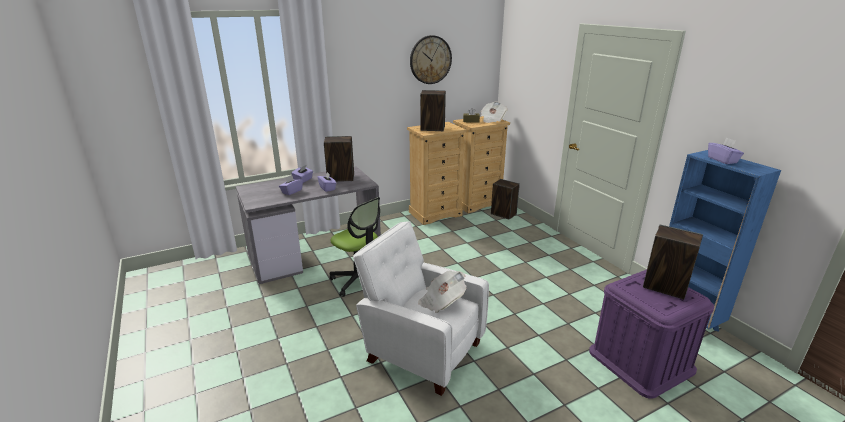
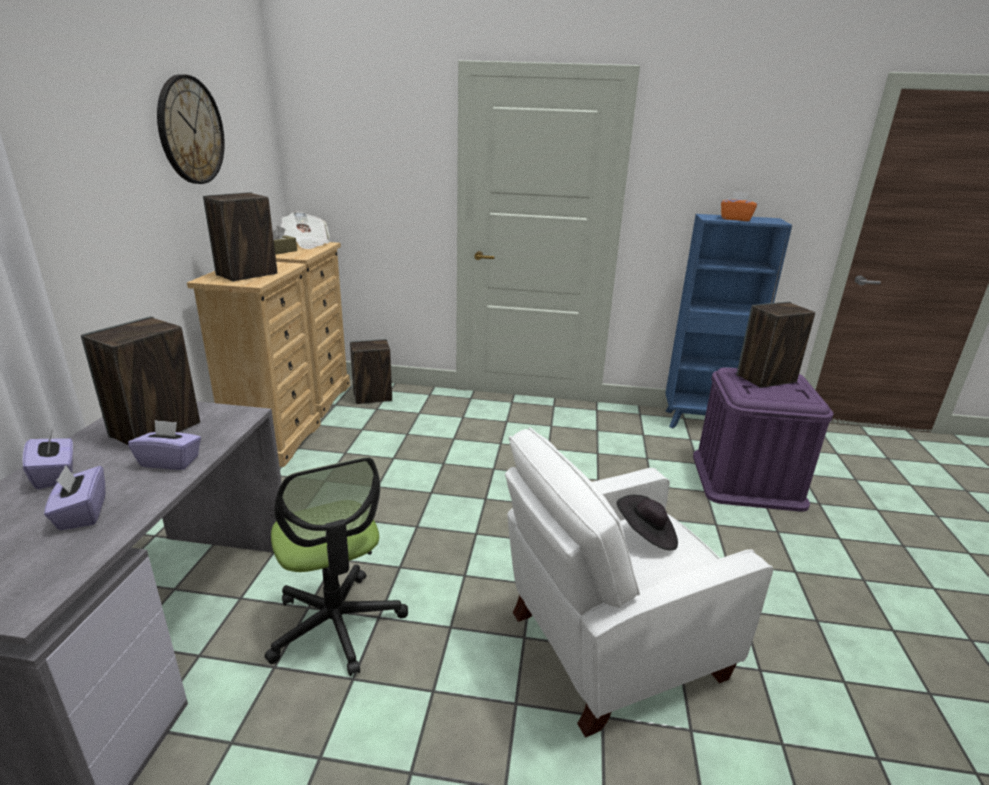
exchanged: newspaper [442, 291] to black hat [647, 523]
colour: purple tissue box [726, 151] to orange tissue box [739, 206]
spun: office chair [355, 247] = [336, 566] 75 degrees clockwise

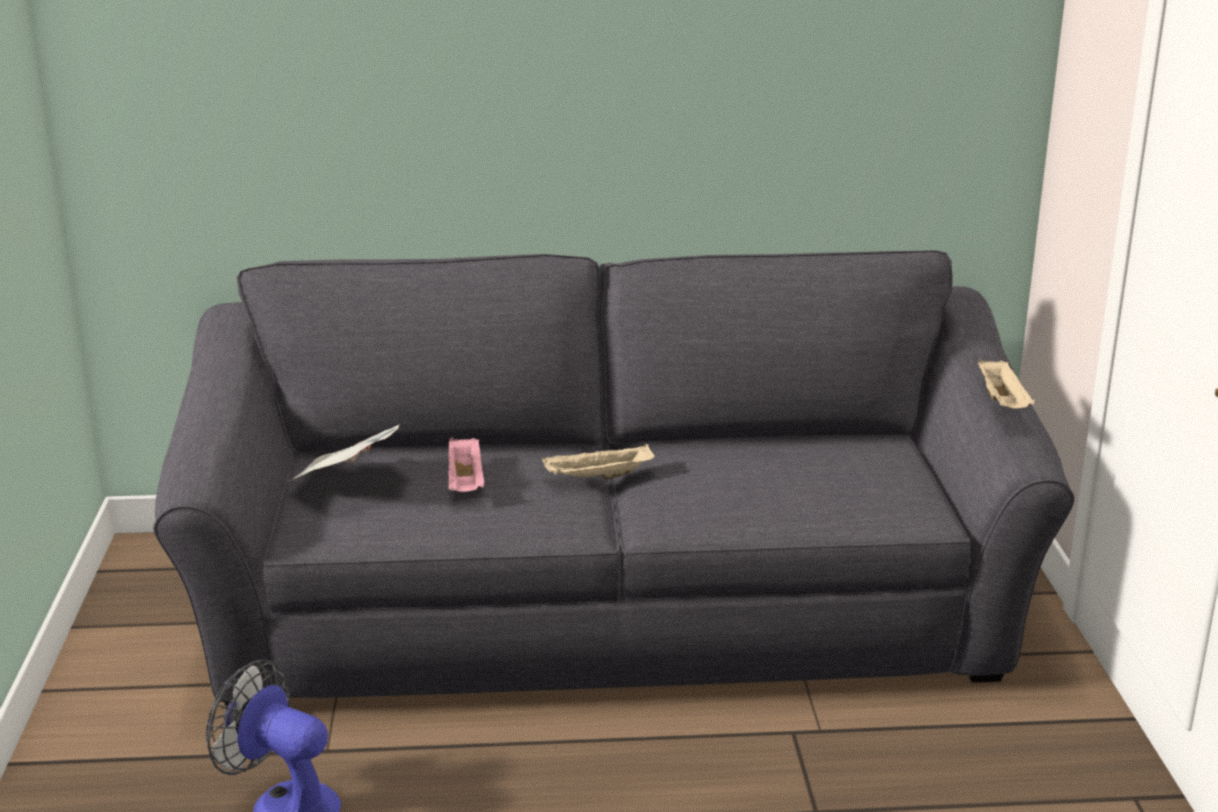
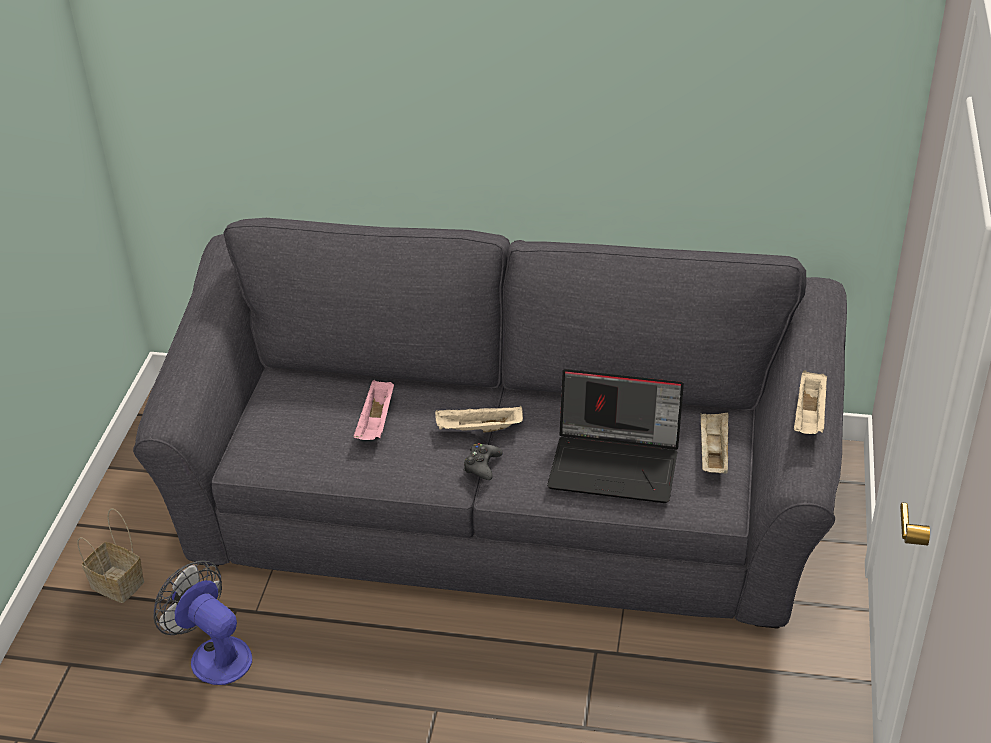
missing: newspaper [345, 452]
appeared: basket [110, 556]; black game controller [483, 461]; laptop [615, 436]; beige tray [714, 443]

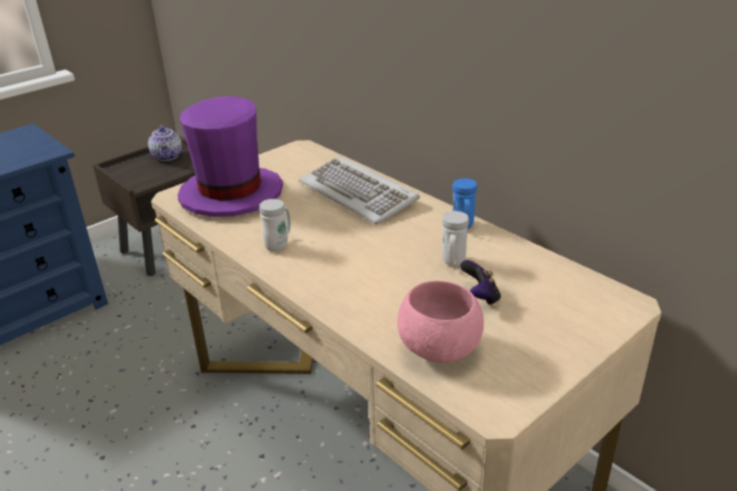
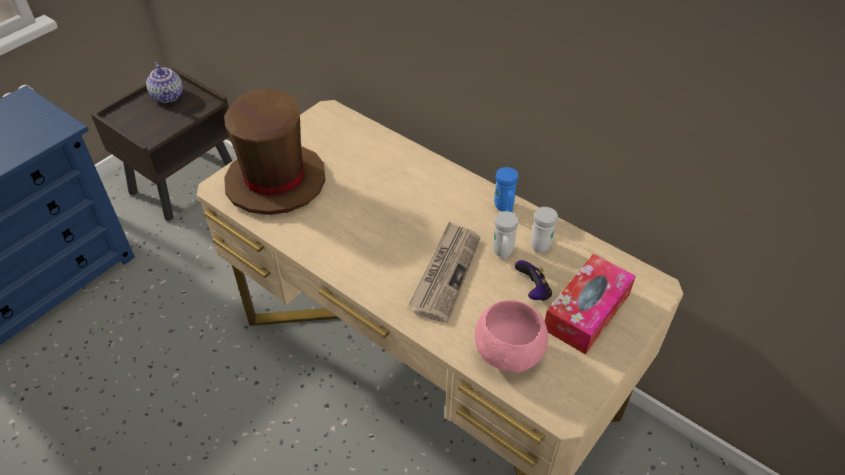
missing: keyboard [359, 190]
appeared: newspaper [444, 272]; tissue box [590, 304]
relocated: white mug [275, 225] to [544, 230]
colour: purple hat [230, 156] to brown hat [274, 151]

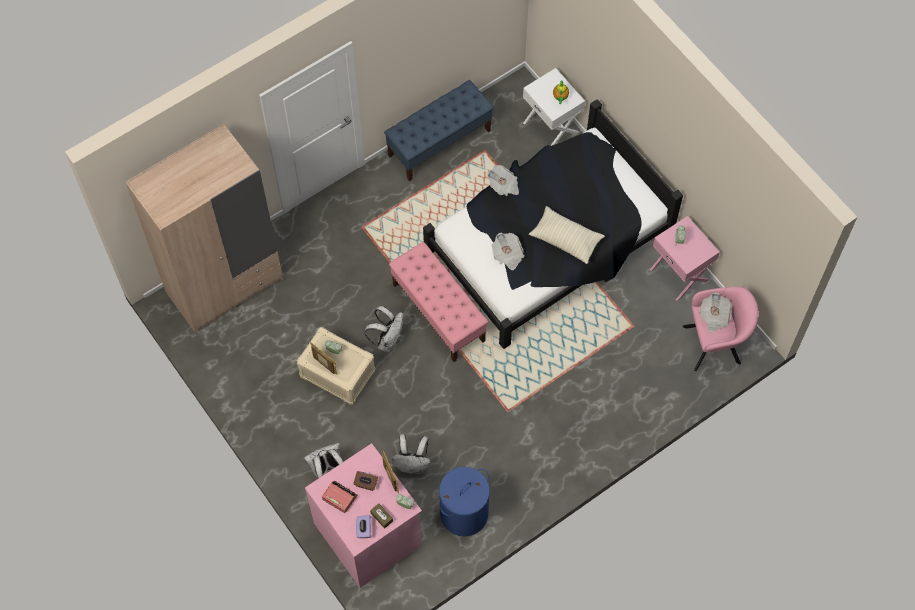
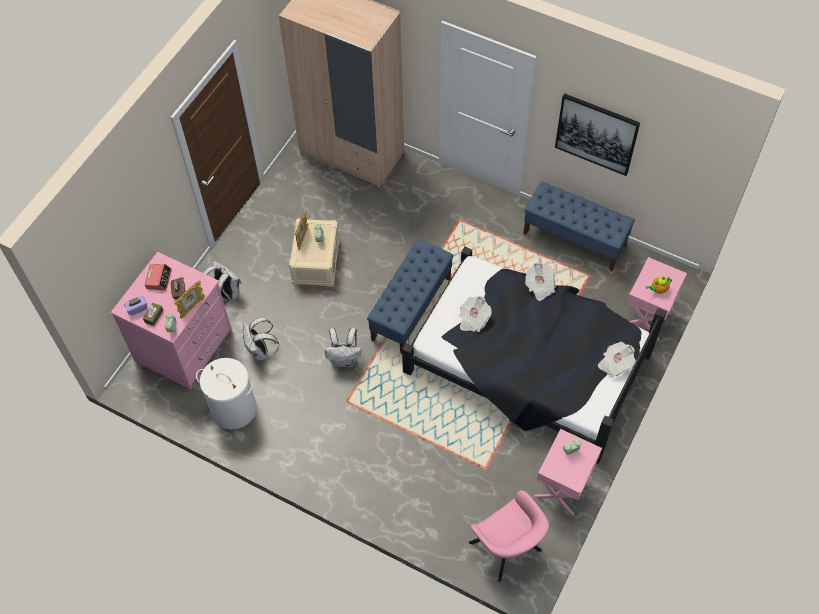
missing: beige pillow [567, 235]
appeared: picture [597, 134]
relocated: white backpack [383, 329] to [343, 347]; newspaper [715, 312] to [616, 360]
colour: blue laundry basket [464, 502] to white laundry basket [226, 393]; pink bench [438, 302] to blue bench [410, 296]; white nightstand [554, 107] to pink nightstand [657, 298]

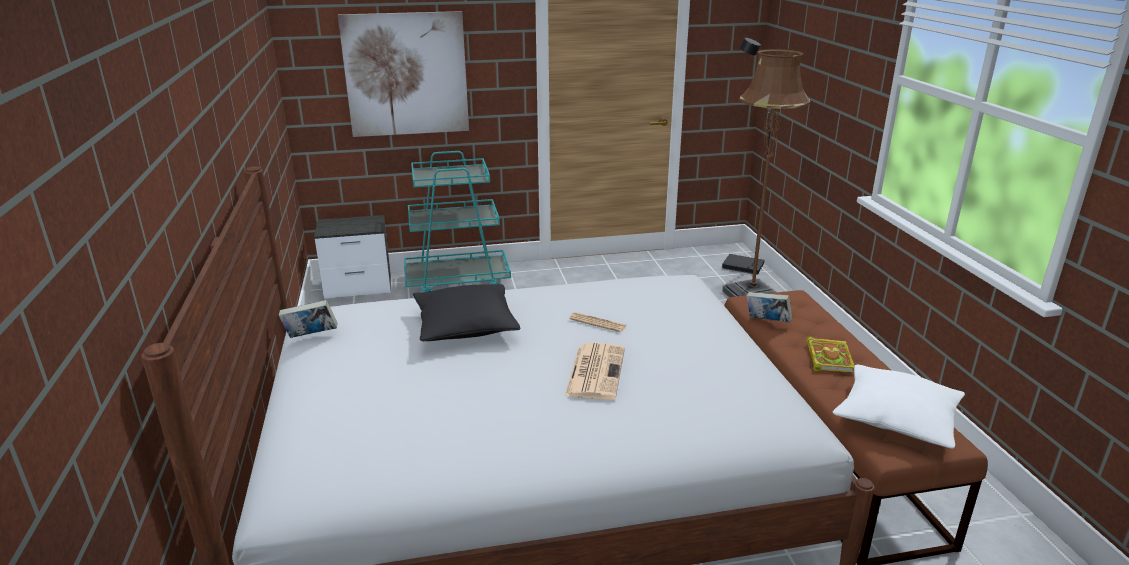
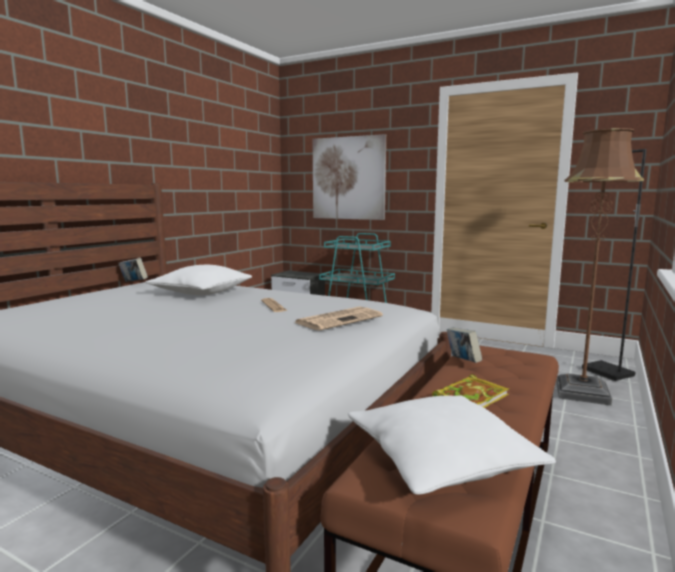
relocated: newspaper [595, 371] to [338, 319]
colour: black pillow [466, 312] to white pillow [198, 280]

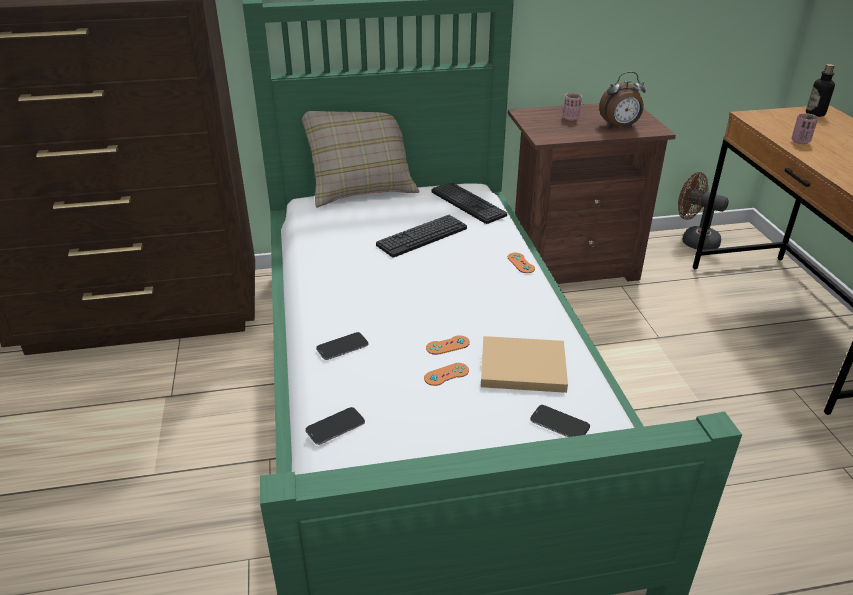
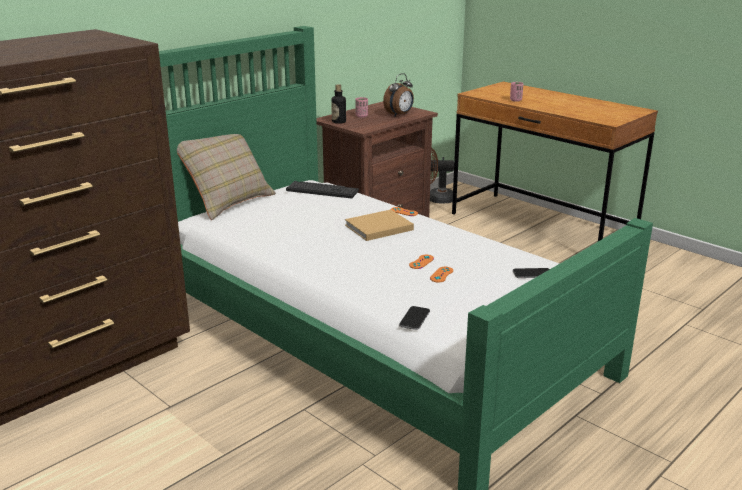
missing: phone [342, 346]; keyboard [421, 236]
relocated: bottle [820, 90] to [338, 104]; beige book [524, 364] to [379, 225]

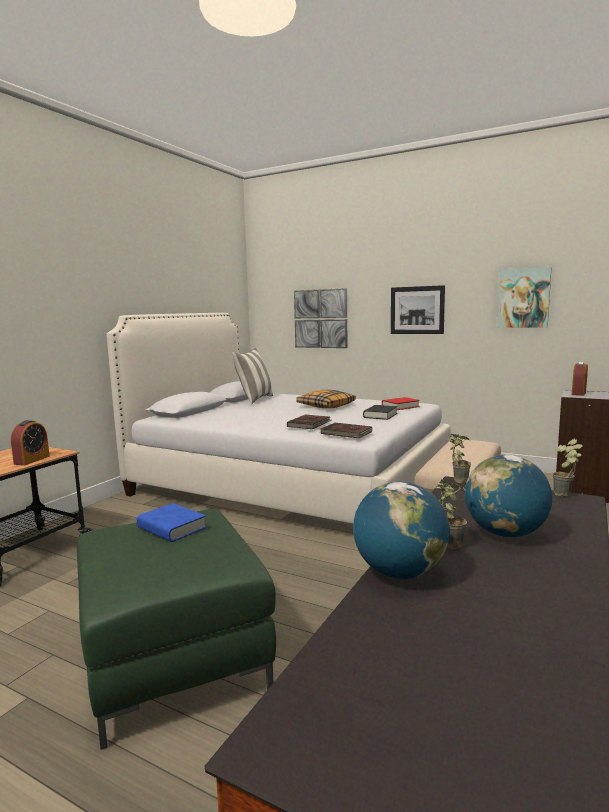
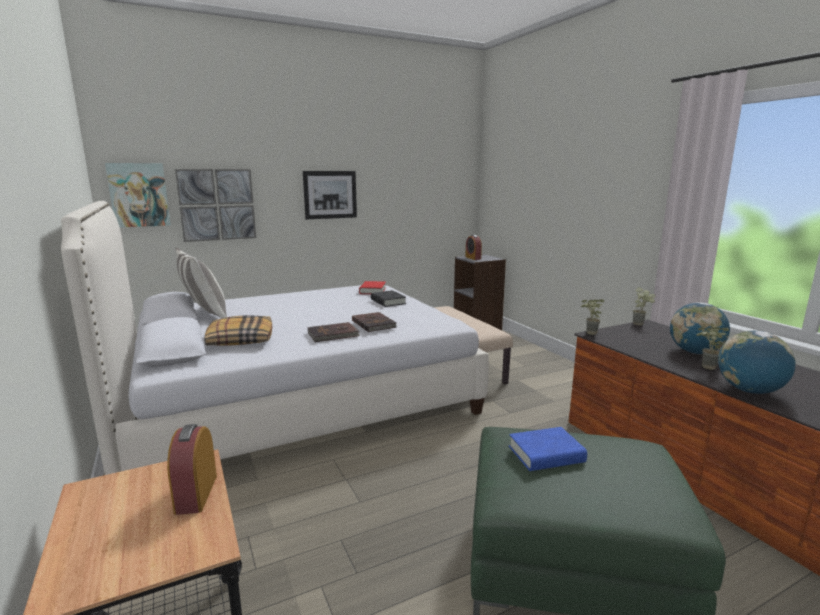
relocated: picture [524, 297] to [138, 195]; pillow [326, 399] to [238, 330]; brown book [346, 430] to [334, 332]
spun: alarm clock [30, 443] = [192, 469] 150 degrees counterclockwise

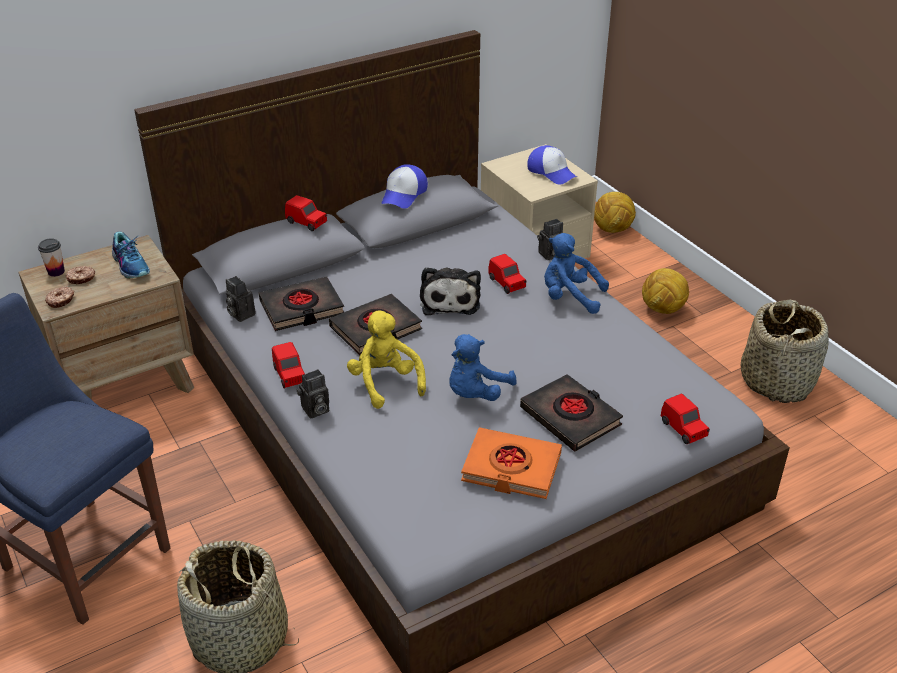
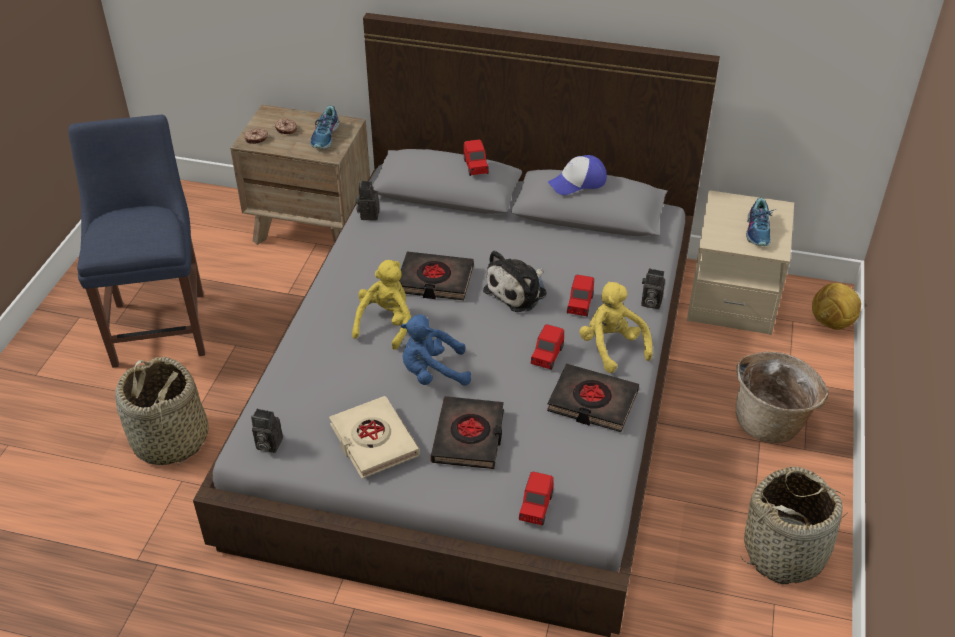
missing: cup [51, 257]
relocated: photo camera [313, 394] to [267, 431]; red toy car [288, 365] to [547, 347]; black book [301, 304] to [593, 398]
exchanged: football [665, 291] to basket [782, 397]; cap [552, 165] to shoe [761, 222]
colour: orange book [511, 463] to beige book [374, 437]; blue plush toy [576, 273] to yellow plush toy [616, 327]

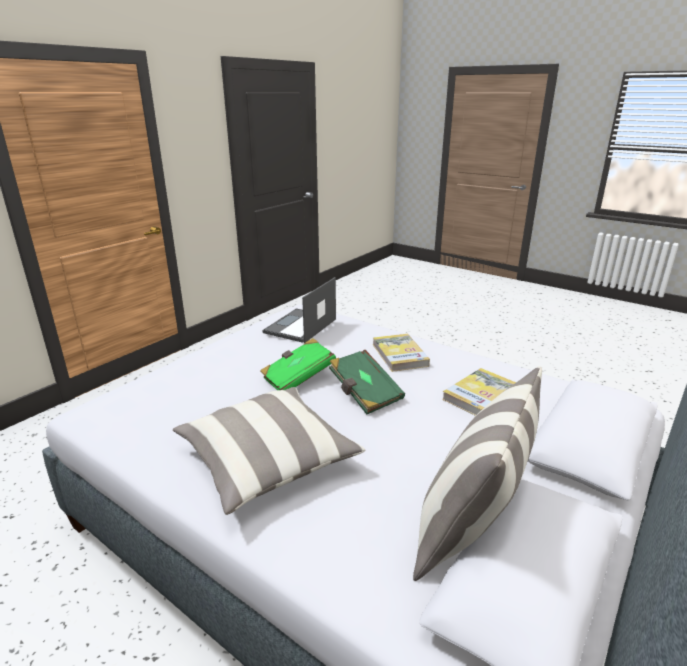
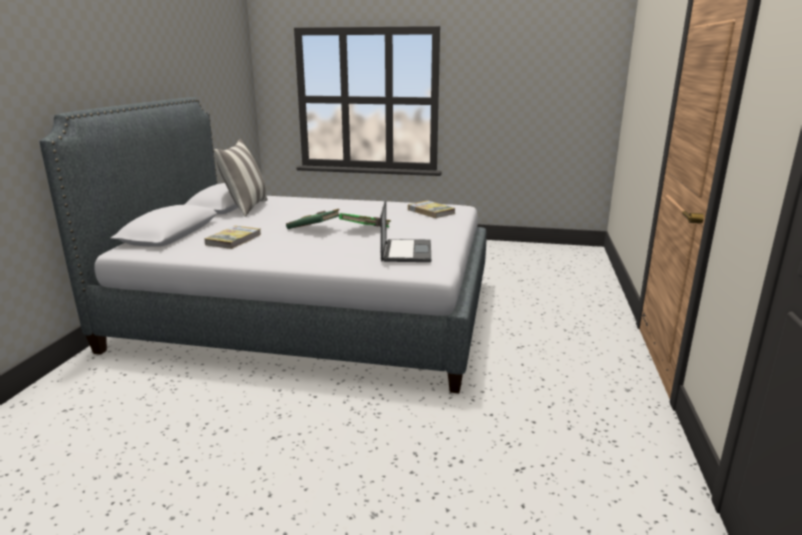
missing: pillow [269, 451]
relocated: book [401, 353] to [431, 209]

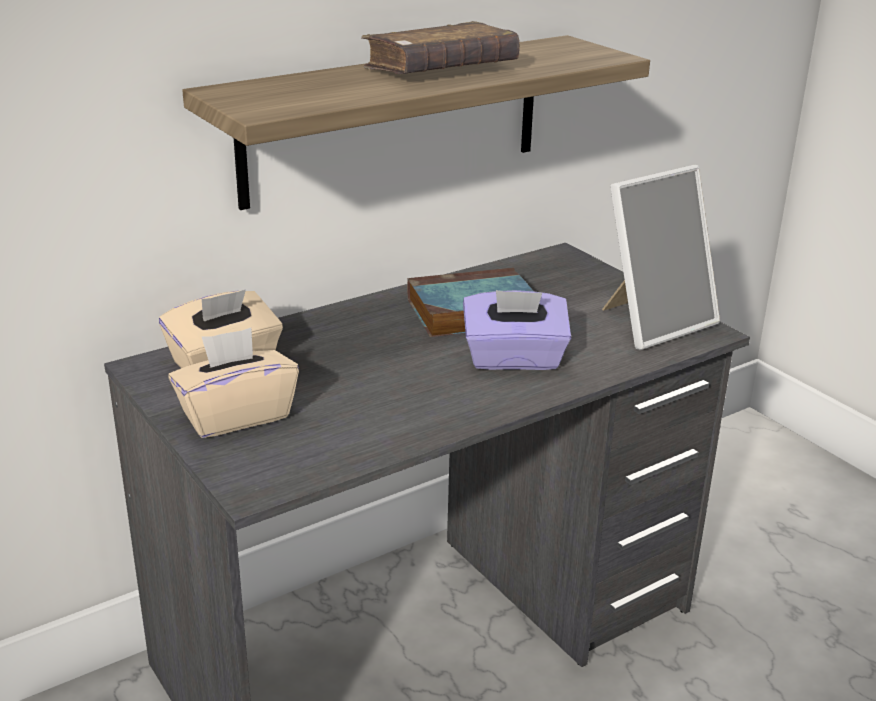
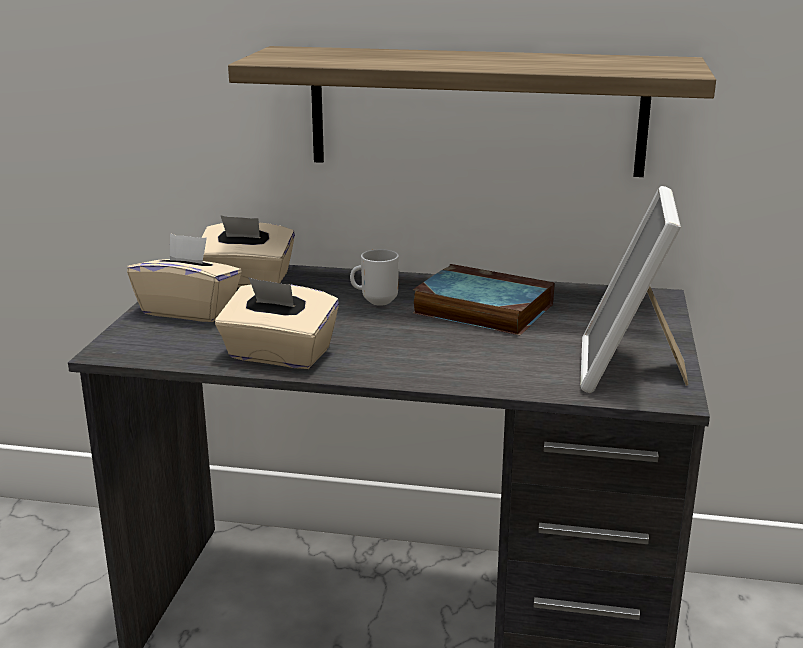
missing: brown book [440, 47]; purple tissue box [517, 330]
appeared: beige tissue box [277, 323]; mug [374, 277]
spun: picture frame [661, 257] = [634, 289] 90 degrees clockwise

